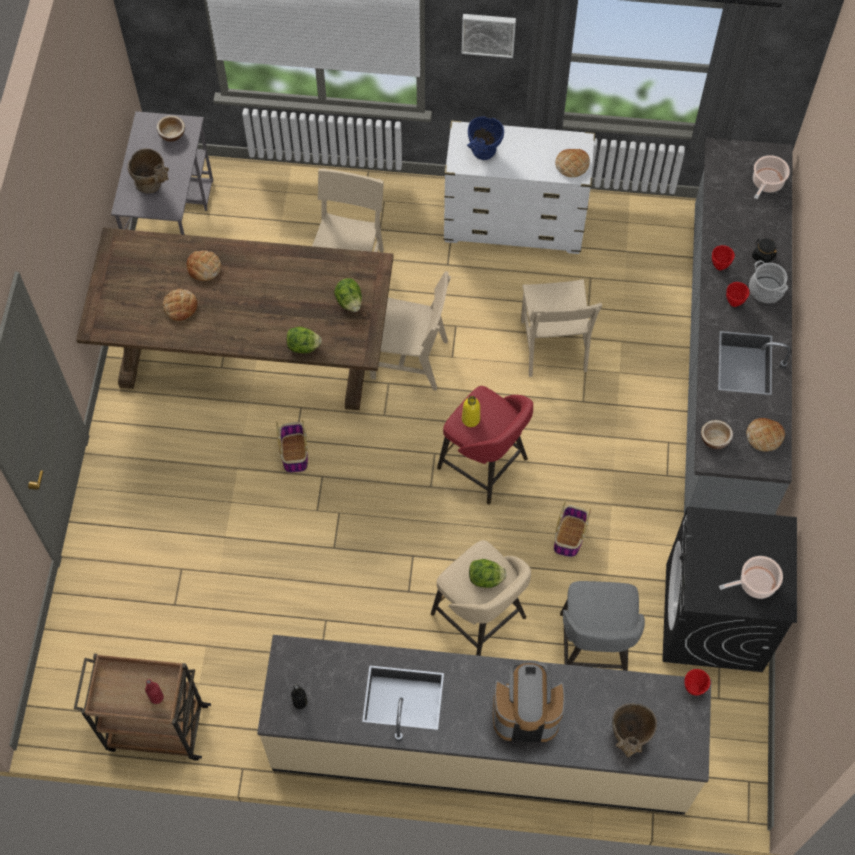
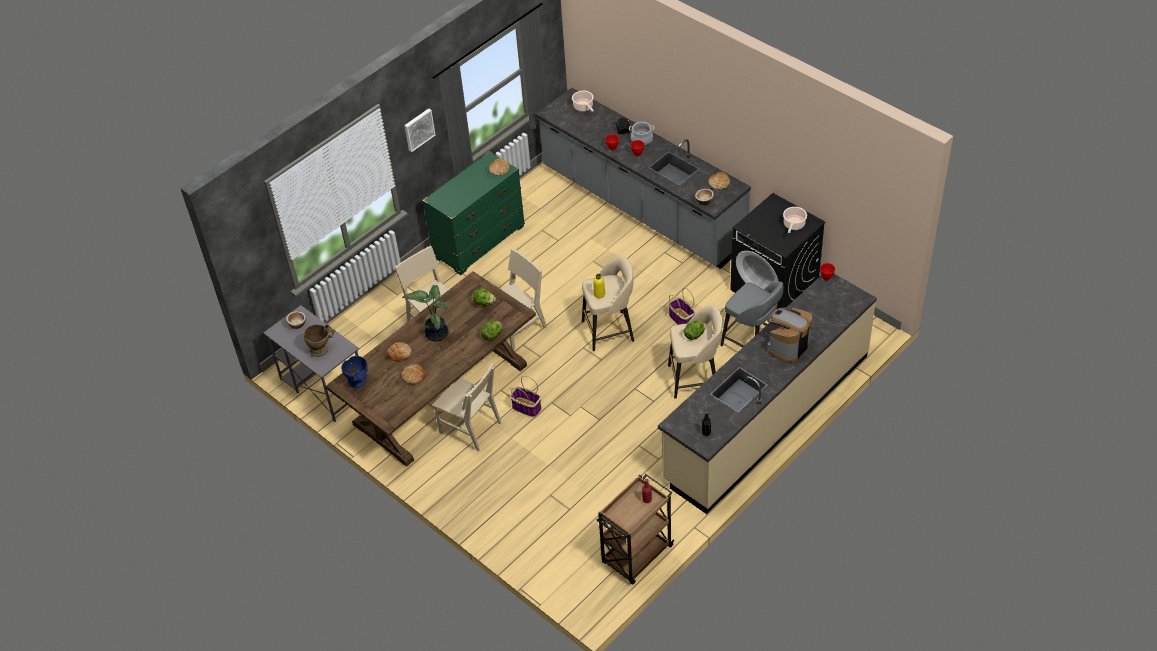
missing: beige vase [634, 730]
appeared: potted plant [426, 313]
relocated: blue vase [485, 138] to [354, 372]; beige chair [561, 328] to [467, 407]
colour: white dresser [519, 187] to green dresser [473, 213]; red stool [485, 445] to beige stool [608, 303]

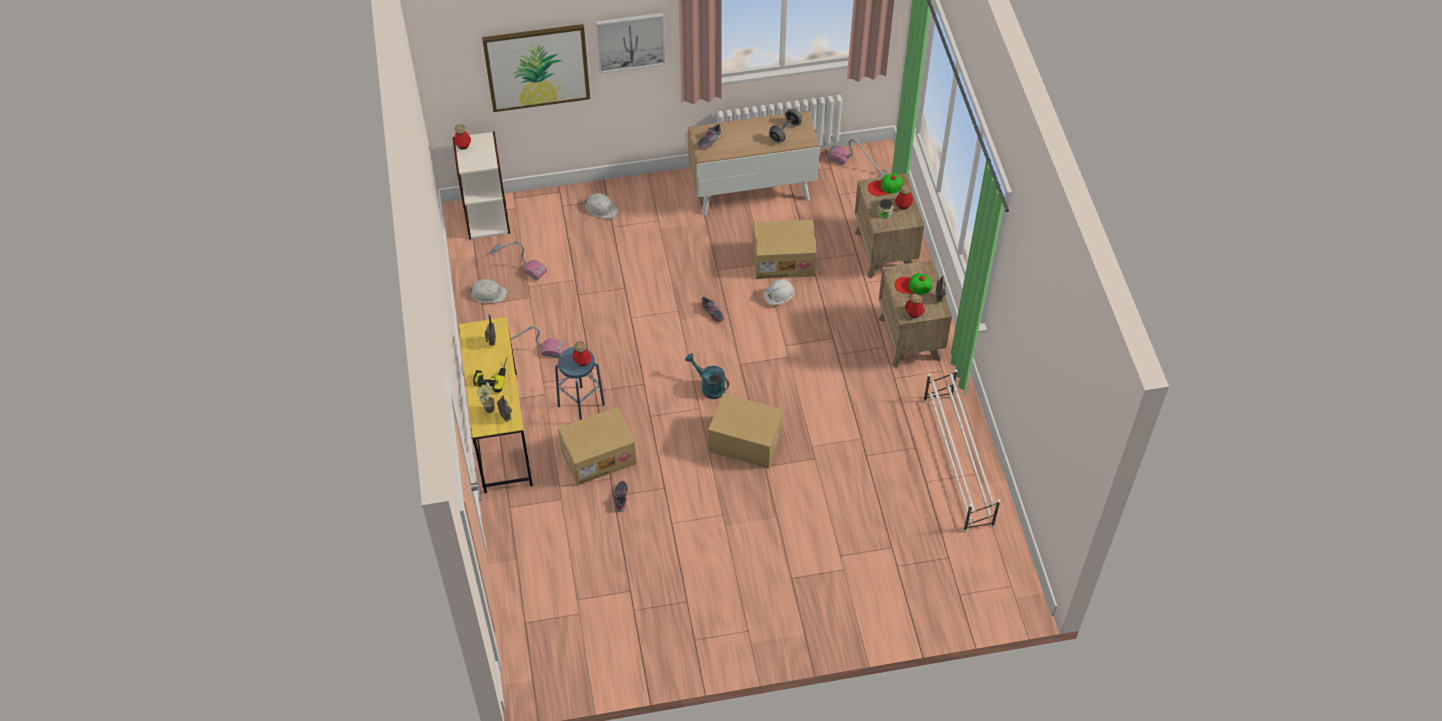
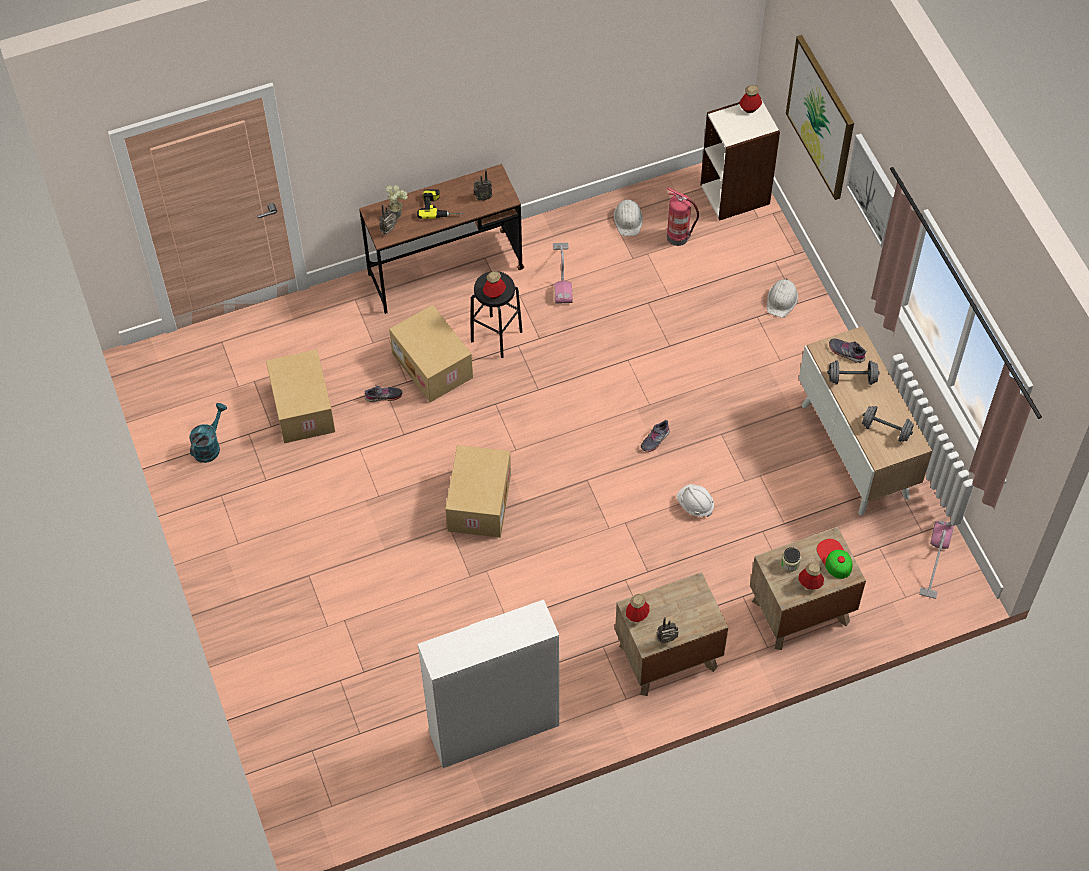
missing: cap [913, 283]
appeared: grey dumbbell [854, 372]
relocated: turquoise watering can [707, 376] to [208, 433]; cardboard box [785, 249] to [300, 396]
exchanged: white shoe rack [961, 450] to white cabinet [488, 684]; vacuum cleaner [518, 260] to fire extinguisher [683, 217]
colour: yellow desk [495, 405] to brown desk [441, 239]; blue stool [580, 383] to black stool [496, 314]

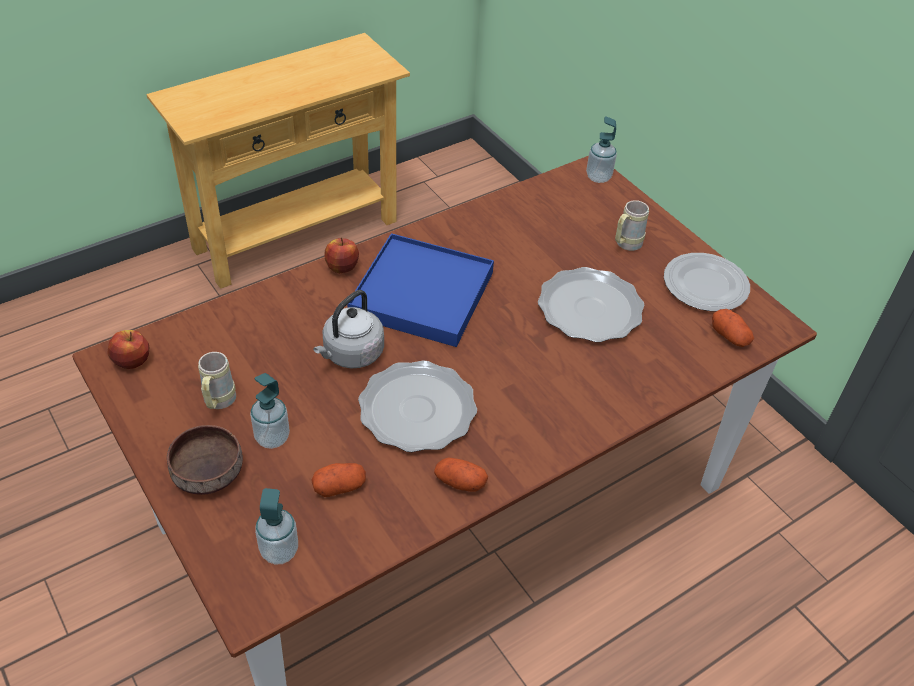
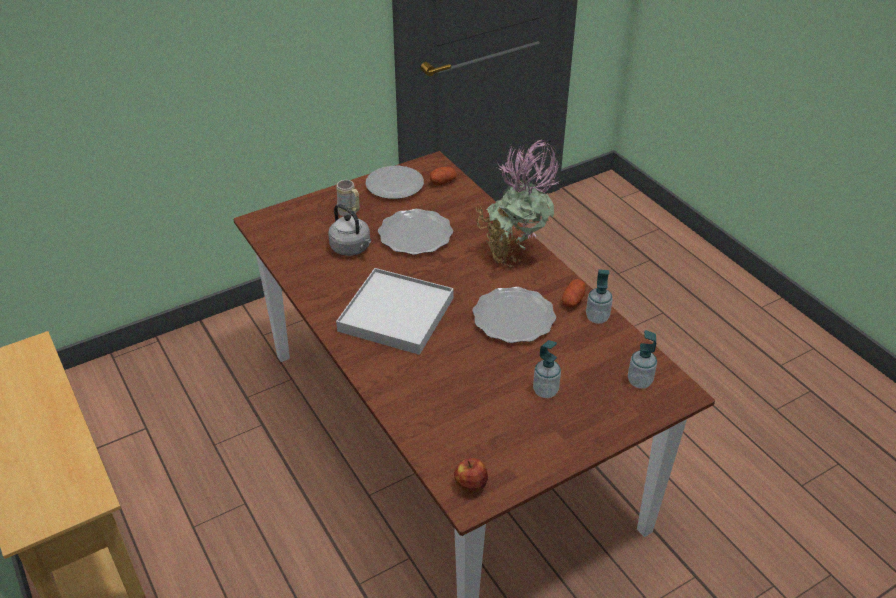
missing: brown bowl [205, 460]; beige mug [217, 380]; potato [338, 480]; apple [341, 255]
appeared: potted plant [518, 203]
relocated: grey kettle [348, 329] to [350, 230]; soap dispenser [601, 149] to [599, 296]
colour: blue tray [420, 290] to white tray [395, 311]

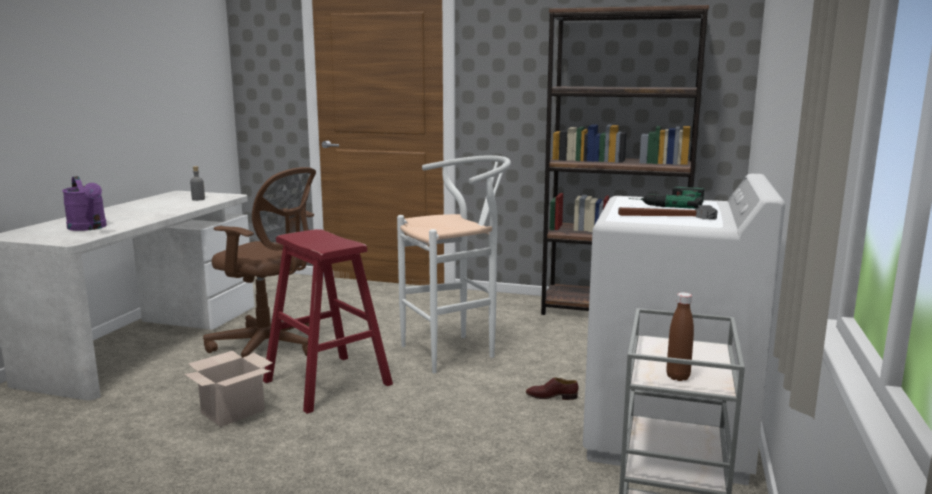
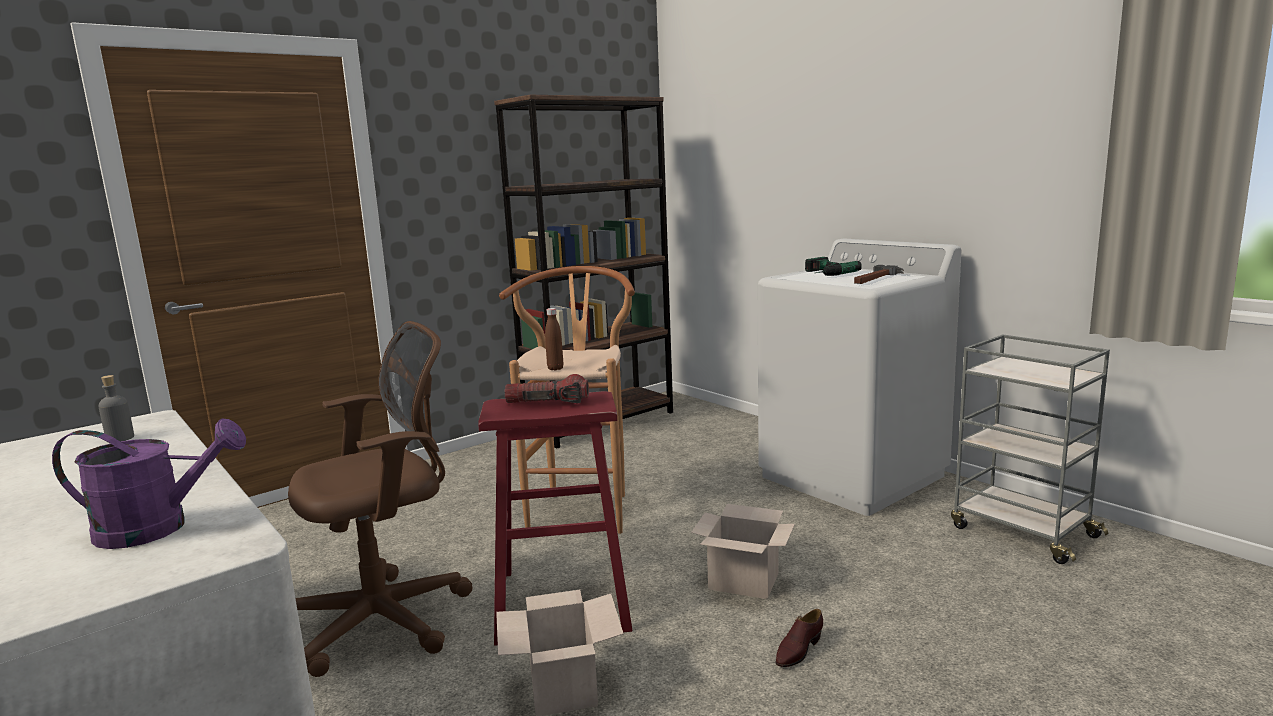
appeared: flashlight [546, 388]; cardboard box [743, 551]
relocated: brown bottle [680, 336] to [554, 339]; brown shoe [552, 388] to [799, 638]
colour: white stool [454, 264] to brown stool [567, 400]

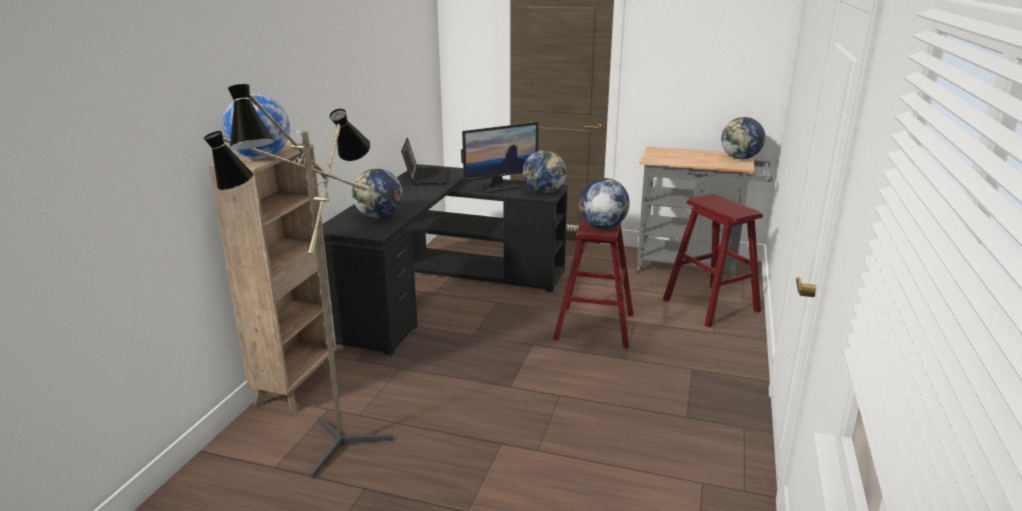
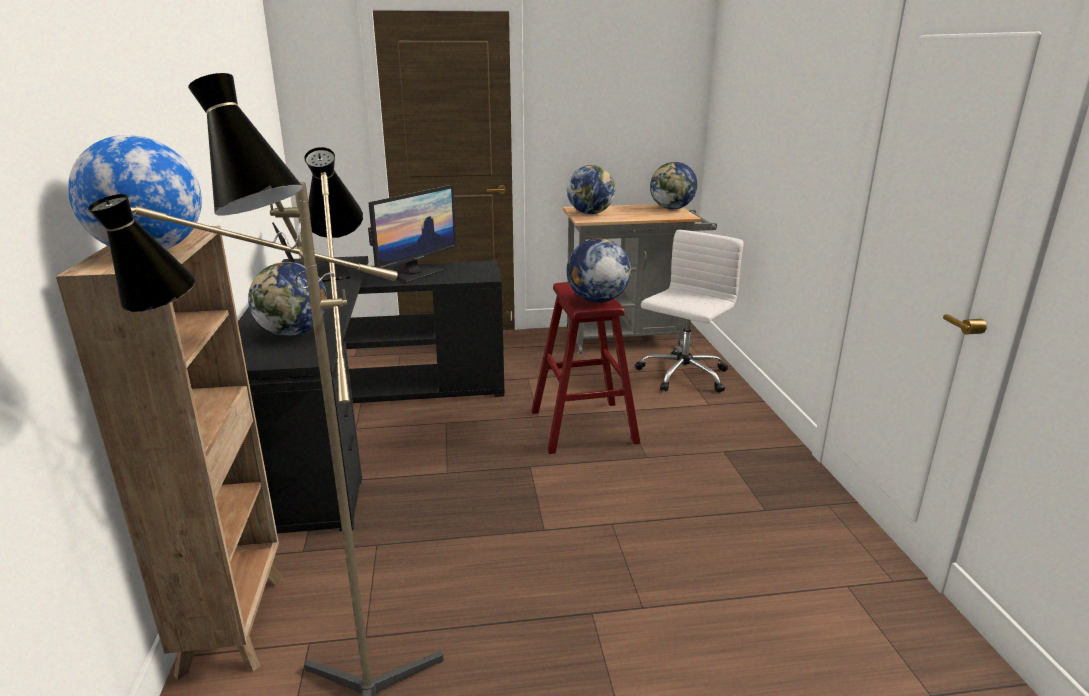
relocated: globe [544, 171] to [591, 189]
exchanged: red stool [713, 260] to white office chair [689, 311]

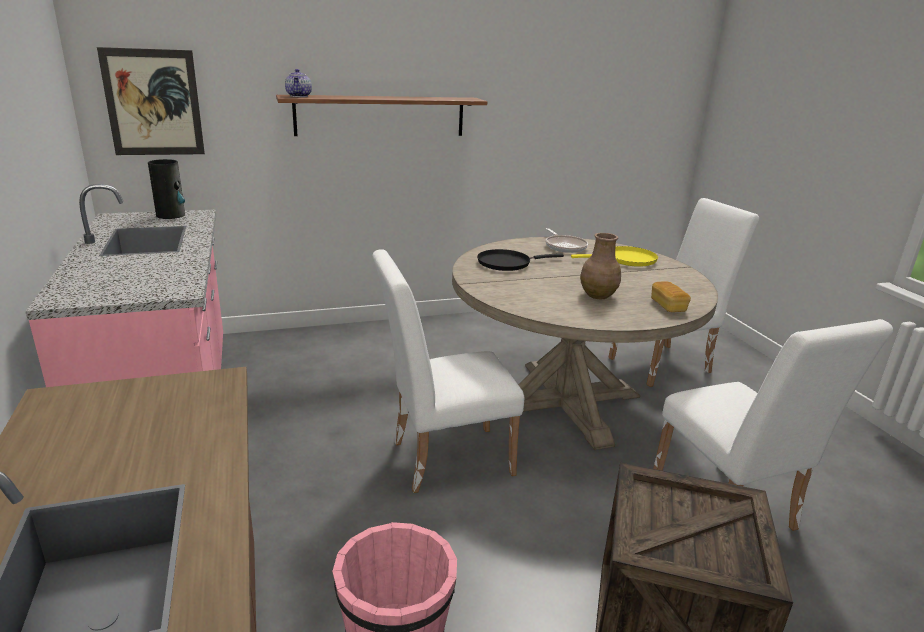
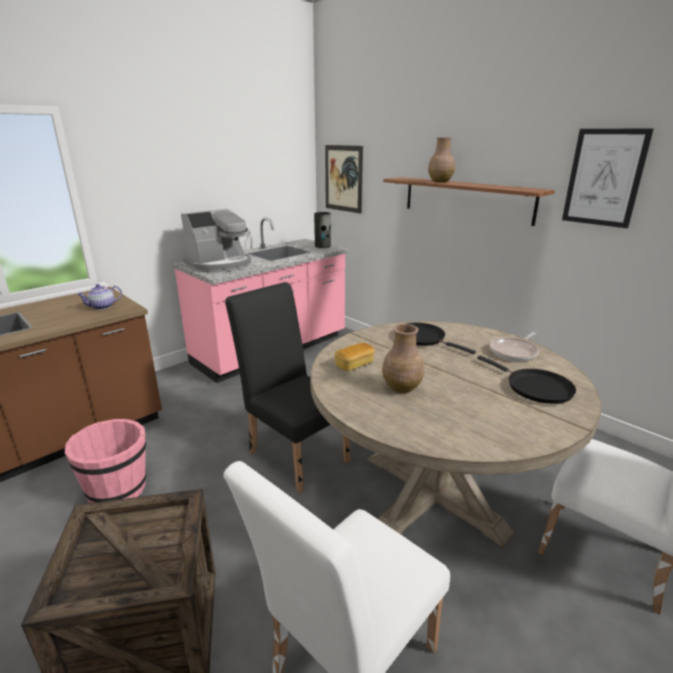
appeared: coffee machine [216, 240]; brown vase [441, 160]; picture [608, 178]
relocated: teapot [298, 83] to [99, 297]; bread [671, 297] to [355, 357]
colour: white chair [448, 371] to black chair [287, 387]; yellow frying pan [614, 256] to black frying pan [526, 379]

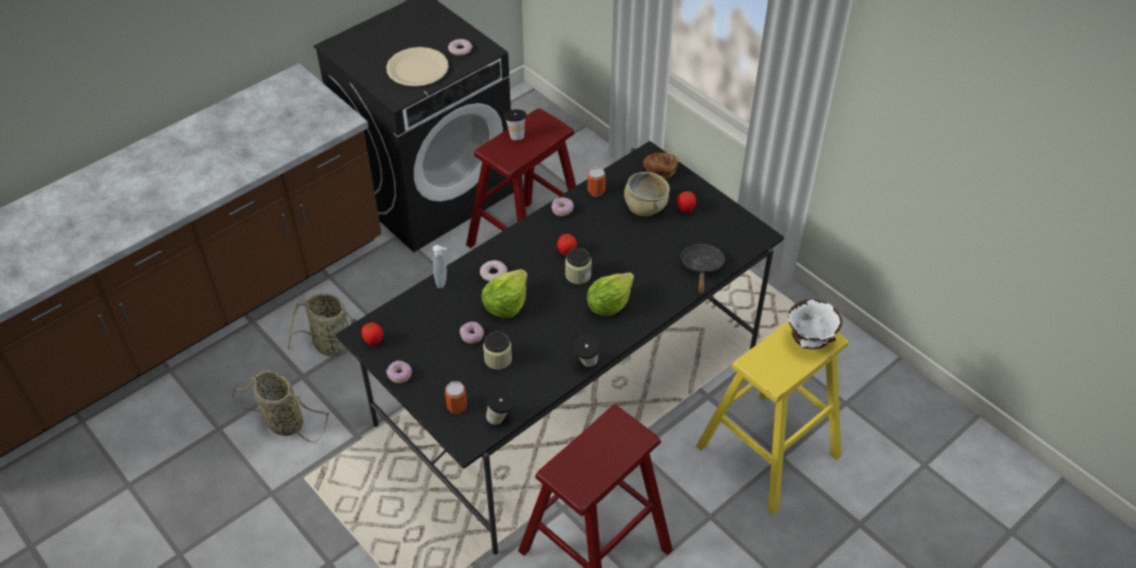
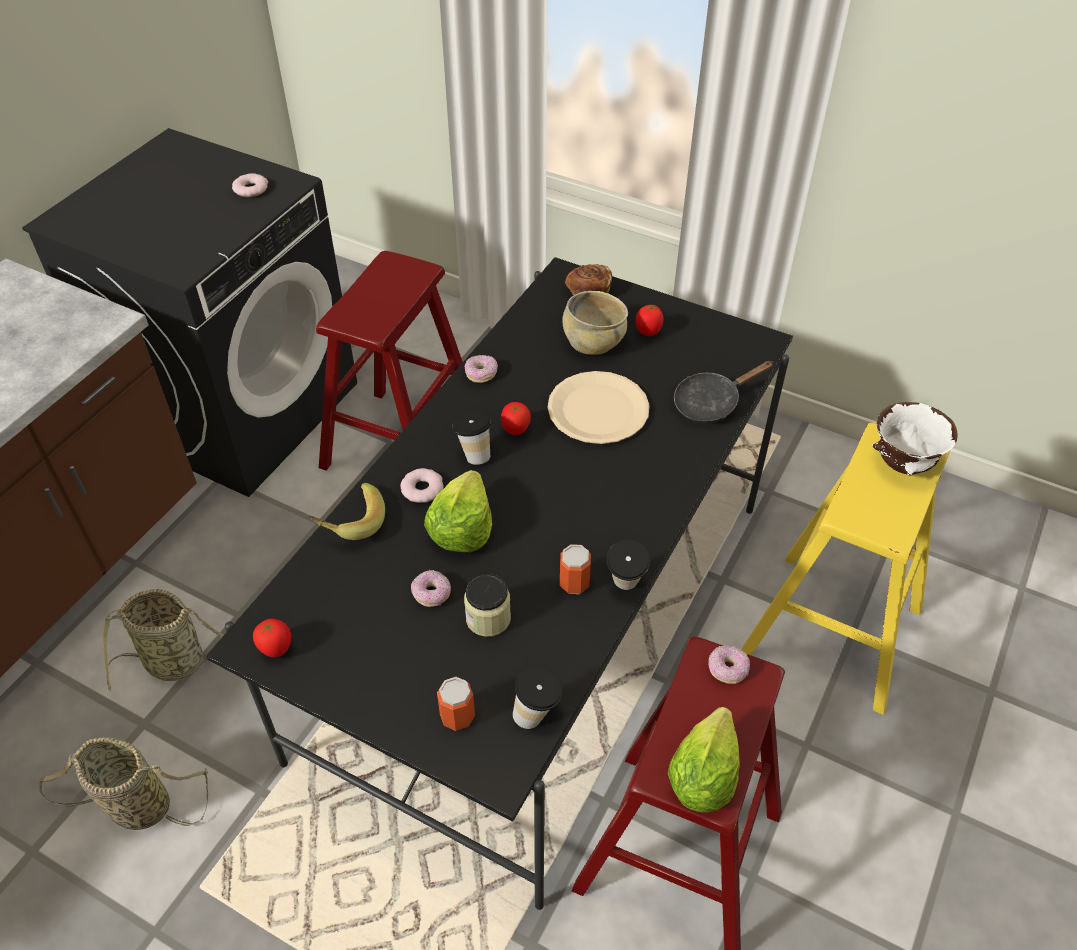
missing: jar [578, 266]
relocated: cup [515, 124] to [471, 438]; beige plate [417, 67] to [599, 407]; can [597, 182] to [575, 569]; lettuce [610, 294] to [704, 759]; donut [399, 371] to [729, 664]
exchanged: soap dispenser [440, 266] to banana [347, 511]
spun: black frying pan [703, 268] = [724, 392] 105 degrees counterclockwise

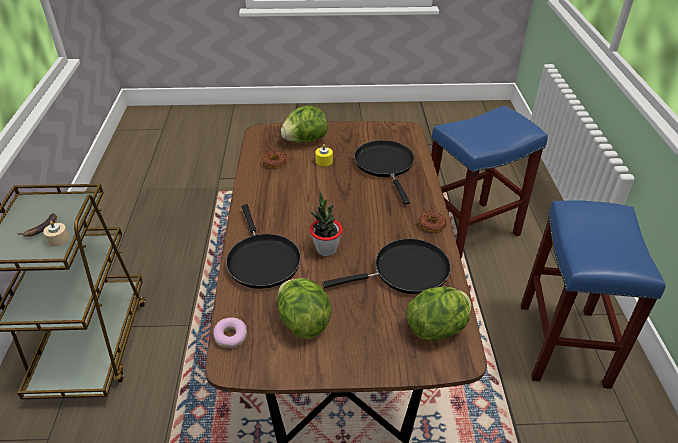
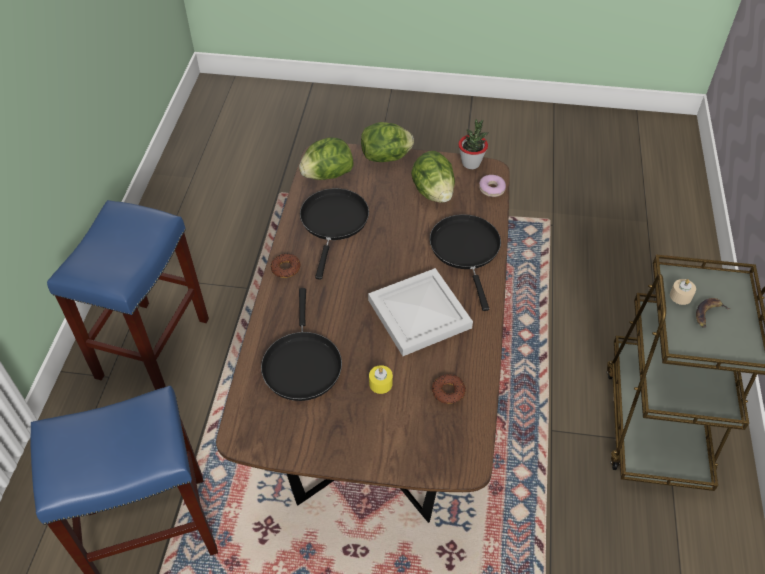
appeared: white tray [420, 312]
relocated: lettuce [304, 124] to [387, 142]; potted plant [326, 224] to [473, 144]
spun: black frying pan [387, 266] = [334, 234] 105 degrees clockwise

